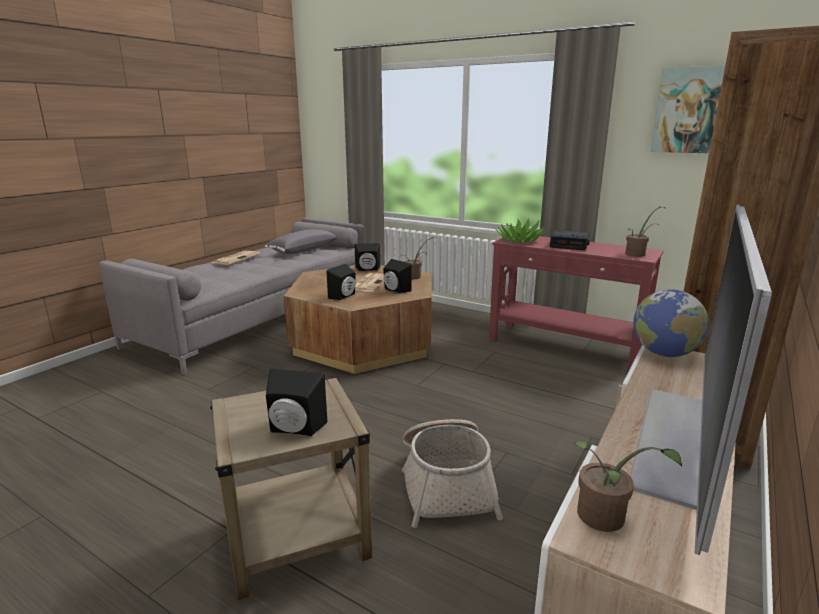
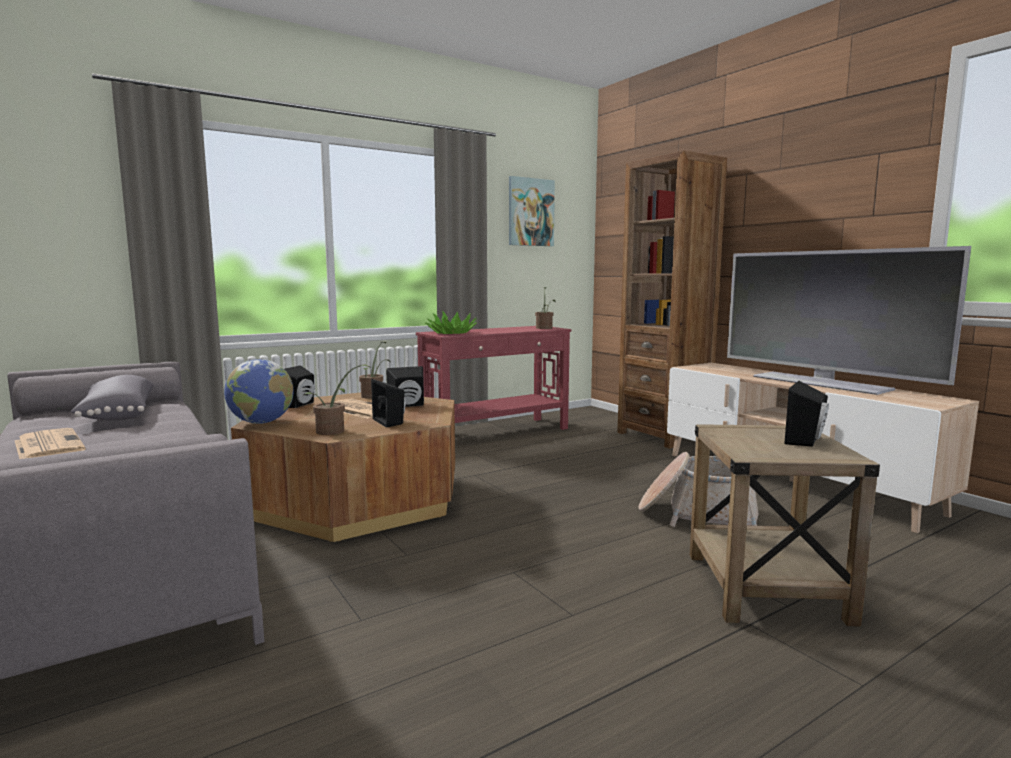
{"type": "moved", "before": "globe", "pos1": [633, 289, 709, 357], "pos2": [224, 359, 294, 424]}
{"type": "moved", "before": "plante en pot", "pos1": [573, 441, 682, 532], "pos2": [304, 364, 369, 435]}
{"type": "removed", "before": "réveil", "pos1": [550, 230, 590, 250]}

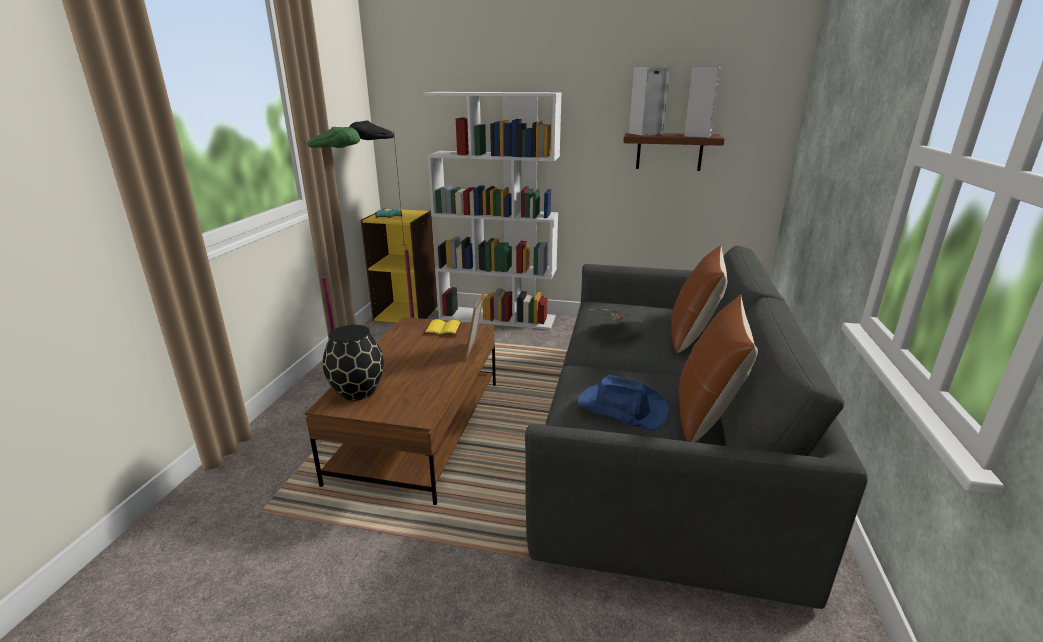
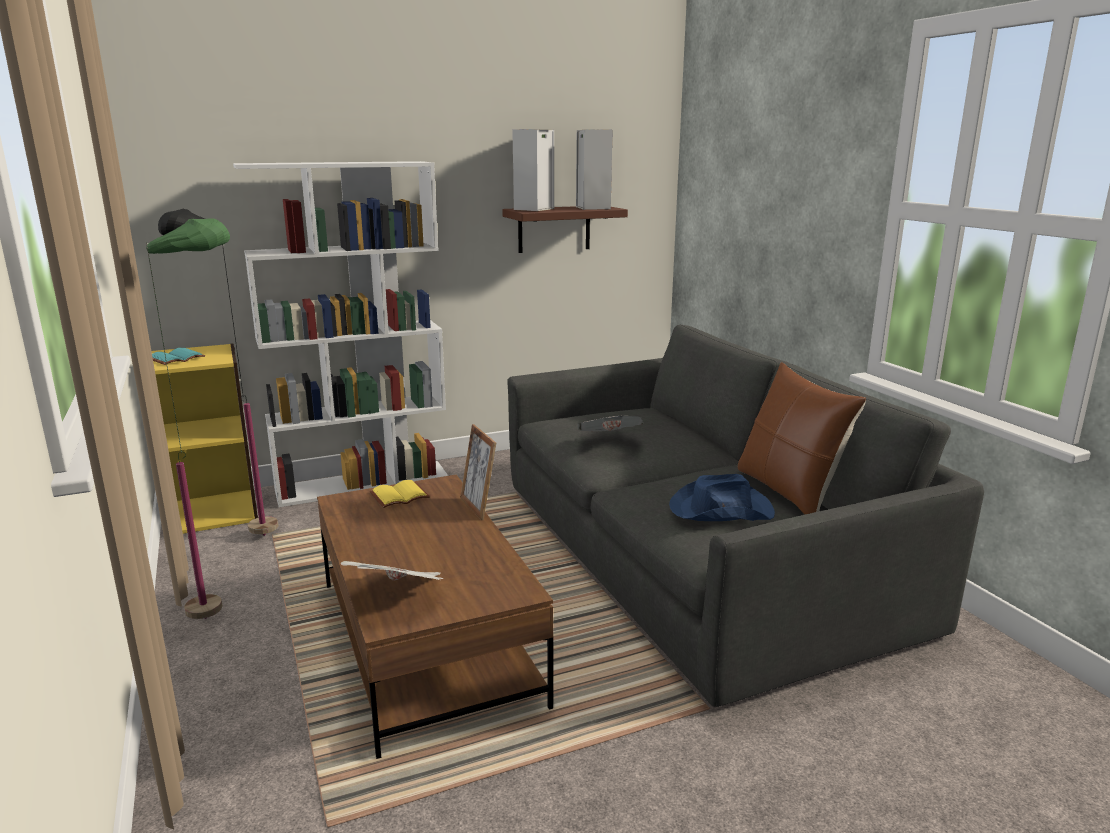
{"type": "replaced", "before": "vase/noir", "after": "journal", "pos1": [323, 325, 384, 401], "pos2": [341, 561, 443, 581]}
{"type": "removed", "before": "coussin/marron", "pos1": [671, 245, 727, 353]}

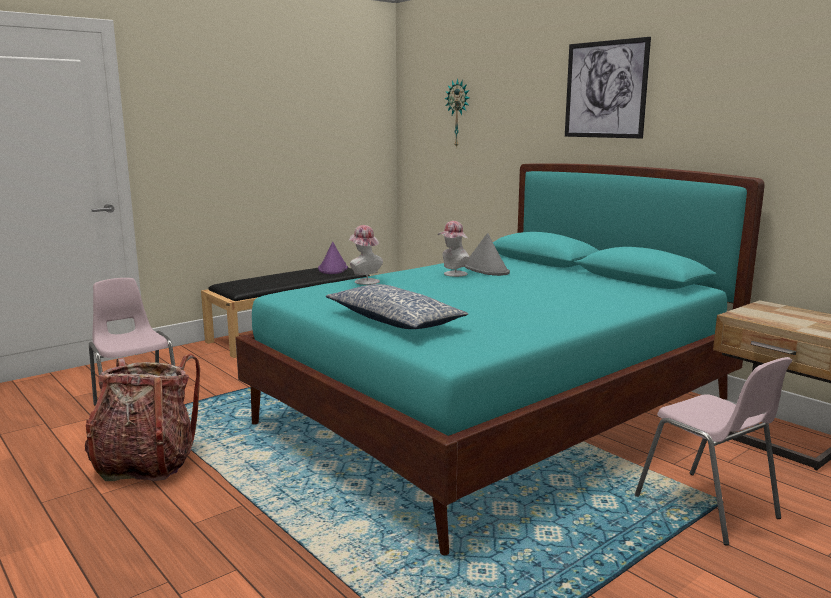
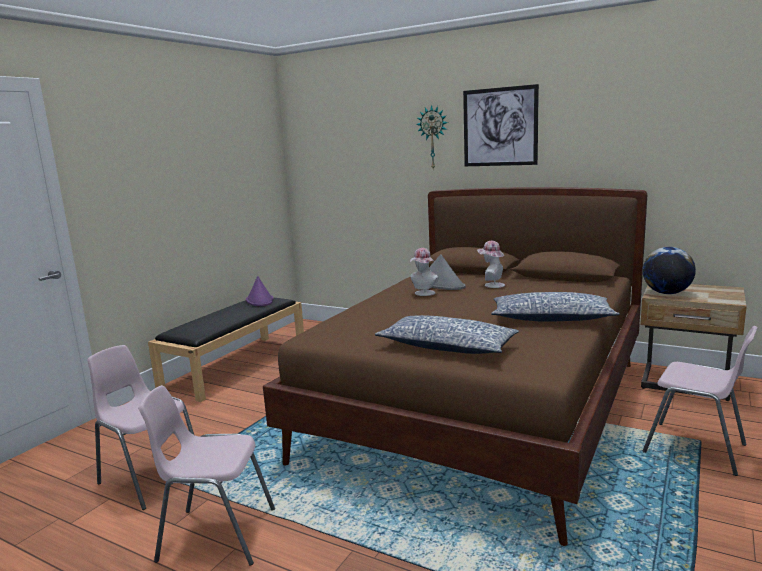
{"type": "replaced", "before": "sac à dos", "after": "chaise/rose", "pos1": [85, 353, 200, 481], "pos2": [138, 385, 275, 566]}
{"type": "recoloured", "before": "lit/turquoise", "after": "lit/marron", "pos1": [235, 164, 765, 555], "pos2": [263, 187, 647, 546]}
{"type": "moved", "before": "horloge murale", "pos1": [445, 78, 470, 148], "pos2": [416, 105, 448, 169]}
{"type": "moved", "before": "chapeau", "pos1": [349, 225, 383, 285], "pos2": [477, 241, 505, 288]}
{"type": "added", "after": "coussin", "pos2": [491, 292, 620, 322]}
{"type": "added", "after": "globe", "pos2": [643, 247, 696, 294]}

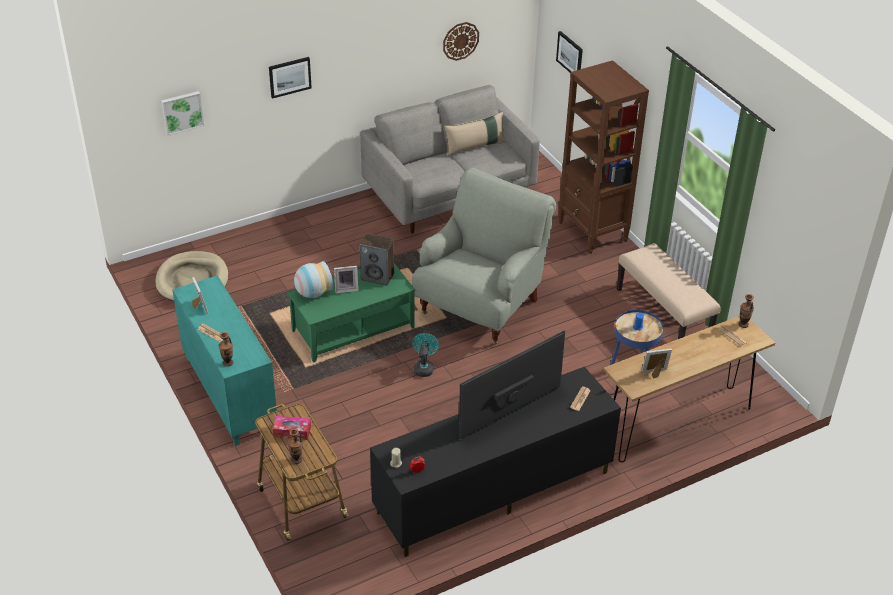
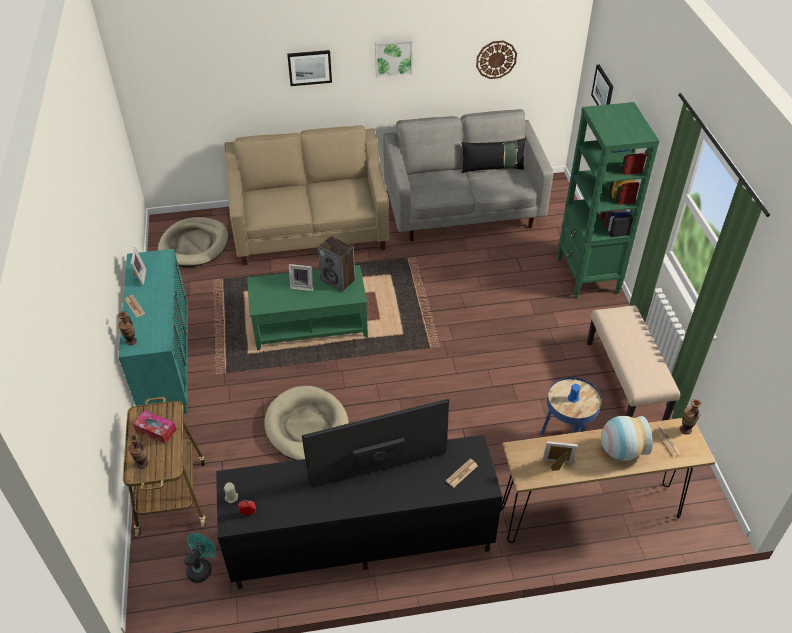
{"type": "moved", "before": "ventilateur/turquoise", "pos1": [412, 333, 439, 377], "pos2": [184, 533, 216, 583]}
{"type": "added", "after": "canapé/beige", "pos2": [224, 125, 389, 265]}
{"type": "added", "after": "panier pour chien/beige", "pos2": [264, 386, 349, 460]}
{"type": "moved", "before": "tableau", "pos1": [161, 91, 204, 136], "pos2": [375, 39, 413, 78]}
{"type": "recoloured", "before": "coussin/beige", "after": "coussin/noir", "pos1": [444, 112, 506, 157], "pos2": [462, 138, 526, 173]}
{"type": "recoloured", "before": "bibliothèque/marron", "after": "bibliothèque/vert", "pos1": [558, 60, 649, 254], "pos2": [557, 102, 659, 299]}
{"type": "moved", "before": "vase", "pos1": [294, 261, 333, 298], "pos2": [601, 416, 653, 461]}
{"type": "removed", "before": "fauteuil/gris", "pos1": [412, 168, 556, 344]}

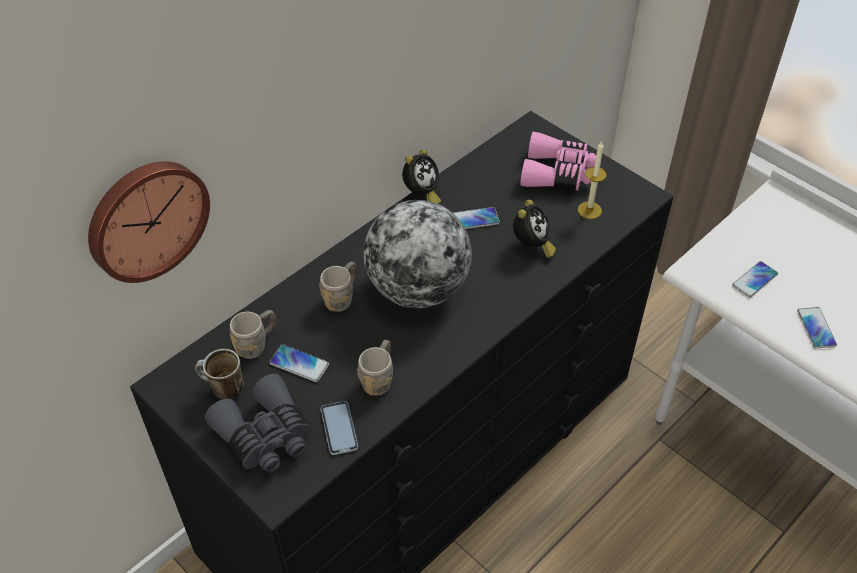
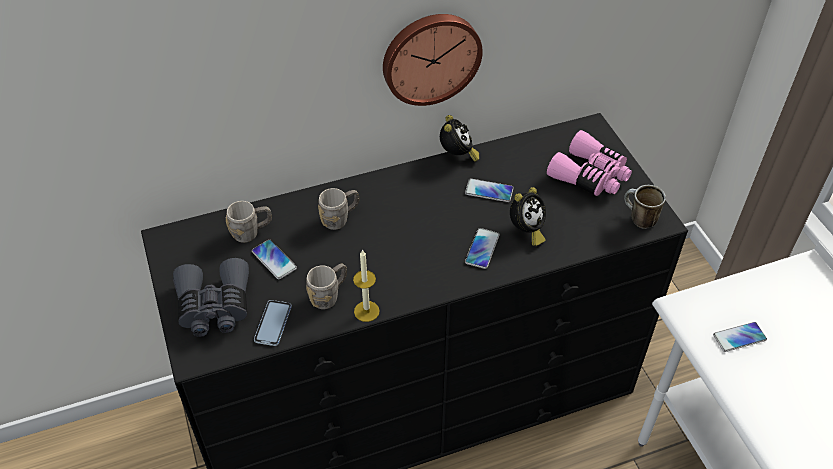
{"type": "moved", "before": "bougie", "pos1": [578, 141, 607, 219], "pos2": [353, 250, 380, 322]}
{"type": "moved", "before": "horloge murale", "pos1": [88, 161, 210, 283], "pos2": [383, 14, 483, 106]}
{"type": "turned", "before": "réveil", "pos1": [402, 149, 441, 204], "pos2": [440, 115, 479, 162], "turn": -60}
{"type": "moved", "before": "téléphone", "pos1": [797, 307, 837, 349], "pos2": [465, 228, 500, 269]}
{"type": "moved", "before": "mug", "pos1": [195, 349, 244, 399], "pos2": [624, 185, 666, 229]}
{"type": "removed", "before": "globe", "pos1": [363, 200, 472, 308]}

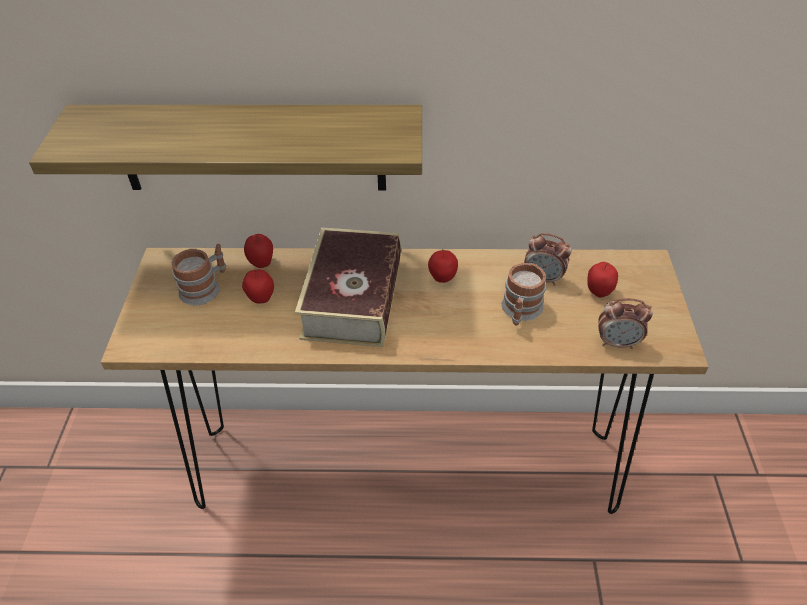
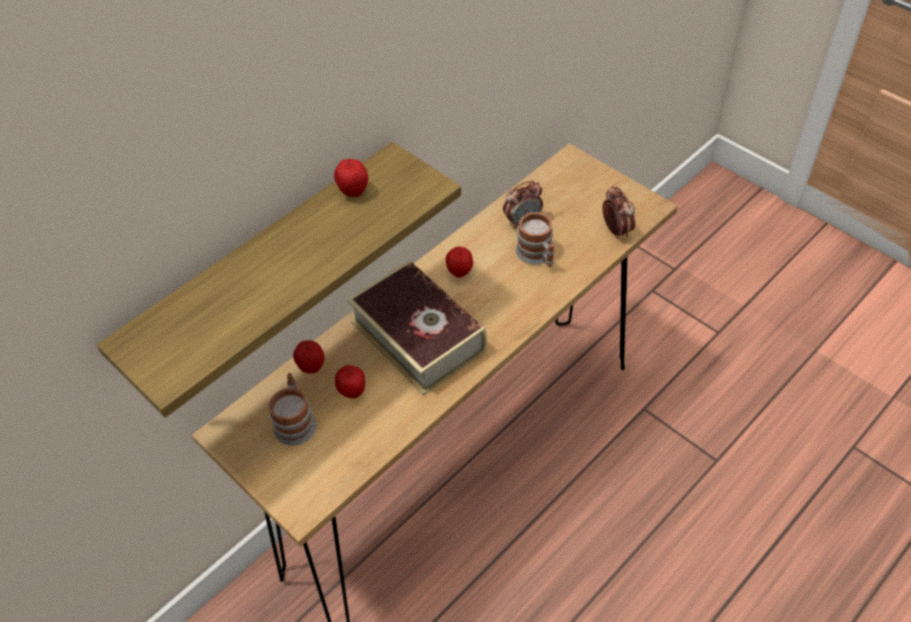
{"type": "moved", "before": "pomme", "pos1": [587, 262, 618, 298], "pos2": [334, 159, 368, 197]}
{"type": "turned", "before": "réveil", "pos1": [598, 298, 653, 349], "pos2": [602, 185, 636, 239], "turn": -75}

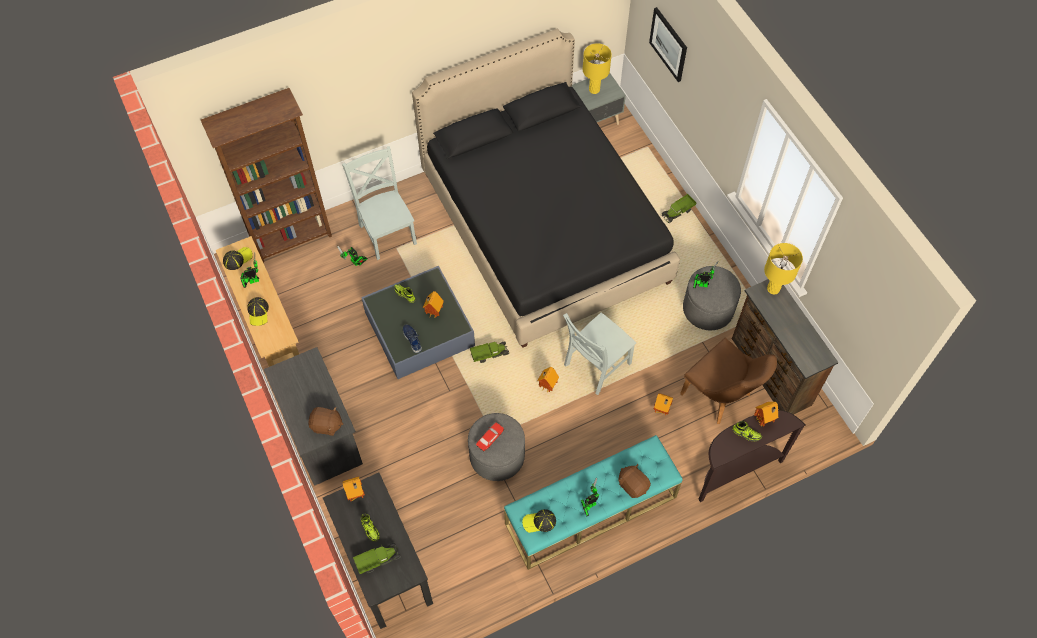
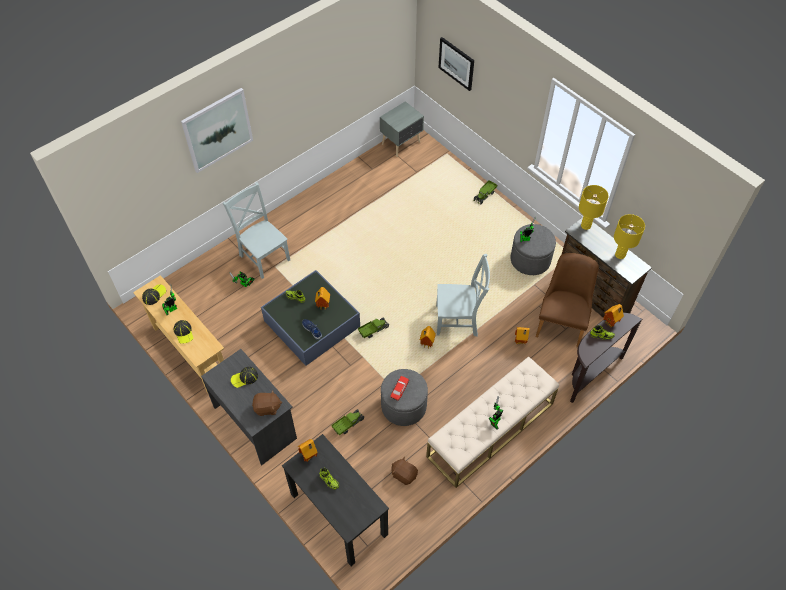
{"type": "added", "after": "tableau", "pos2": [181, 88, 253, 173]}
{"type": "moved", "before": "casquette", "pos1": [522, 509, 556, 533], "pos2": [231, 367, 258, 388]}
{"type": "moved", "before": "camion jouet", "pos1": [353, 543, 401, 574], "pos2": [332, 409, 364, 435]}
{"type": "moved", "before": "peluche/marron", "pos1": [619, 464, 651, 498], "pos2": [392, 457, 418, 485]}
{"type": "recoloured", "before": "banc/turquoise", "after": "banc/beige", "pos1": [504, 435, 683, 570], "pos2": [426, 357, 559, 488]}
{"type": "turned", "before": "chaise/gris", "pos1": [563, 313, 636, 395], "pos2": [436, 254, 490, 337], "turn": -120}
{"type": "turned", "before": "chaise/marron", "pos1": [680, 338, 777, 424], "pos2": [536, 253, 599, 348], "turn": -105}
{"type": "moved", "before": "lampe de table/jaune", "pos1": [583, 43, 612, 94], "pos2": [614, 214, 645, 259]}
{"type": "removed", "before": "bibliothèque/marron", "pos1": [201, 88, 332, 263]}
{"type": "removed", "before": "lit/noir", "pos1": [412, 29, 680, 348]}

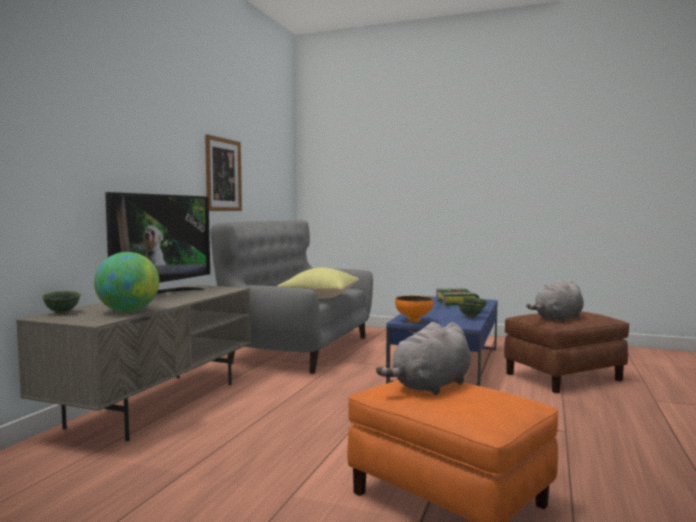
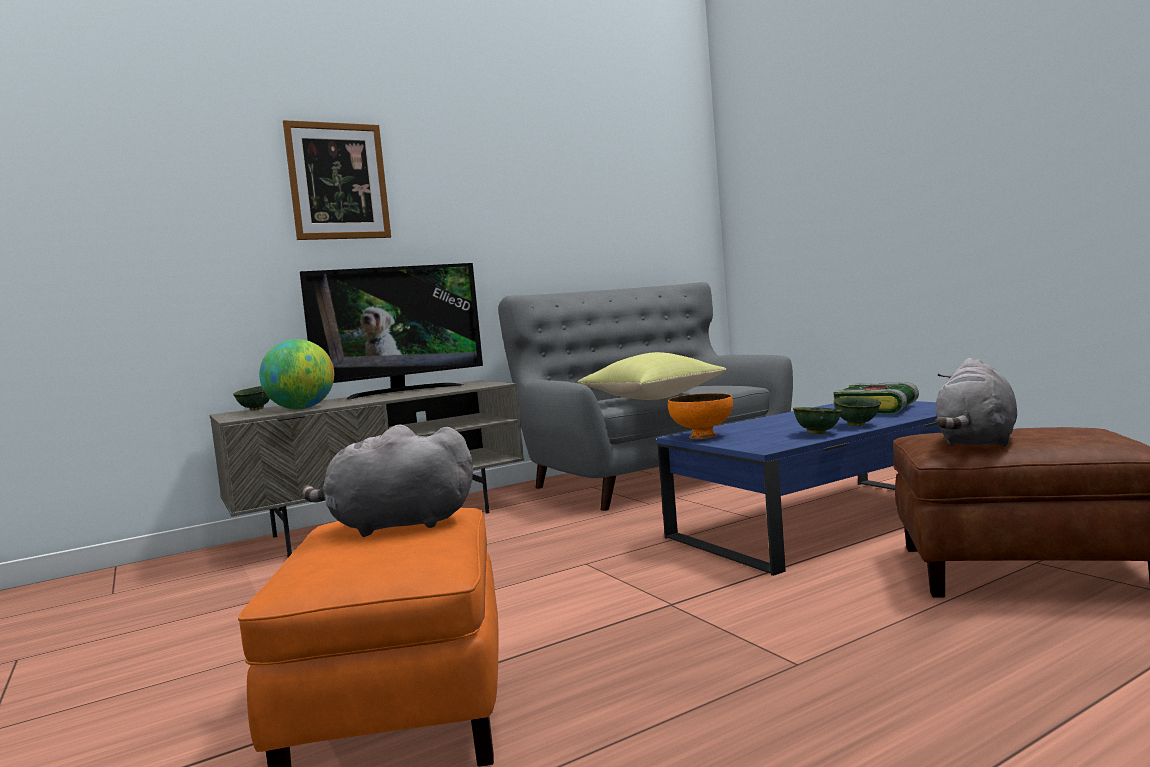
{"type": "moved", "before": "tableau", "pos1": [205, 134, 242, 211], "pos2": [283, 120, 391, 240]}
{"type": "turned", "before": "peluche/gris", "pos1": [526, 280, 584, 322], "pos2": [935, 358, 1017, 447], "turn": -60}

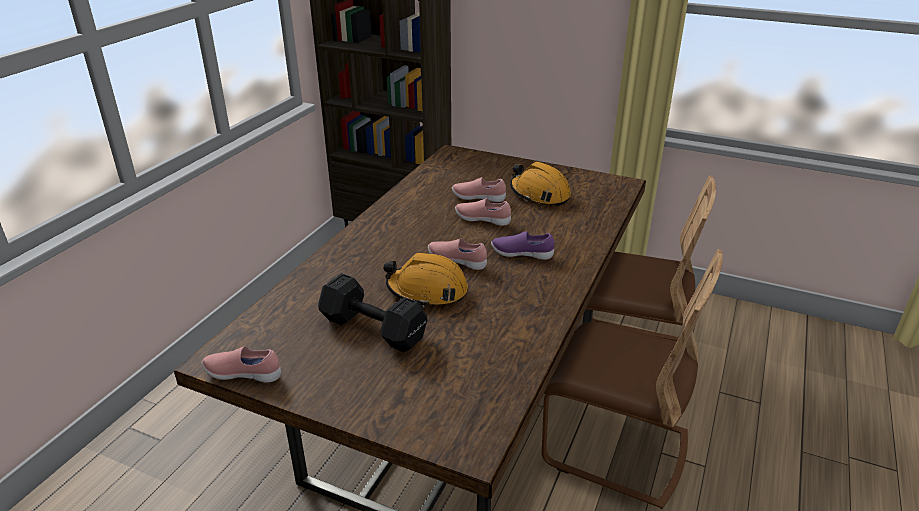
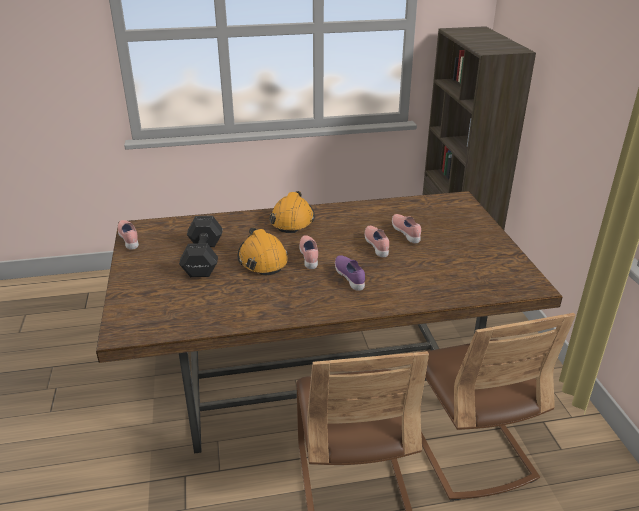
{"type": "moved", "before": "casque de chantier/orange", "pos1": [510, 162, 571, 206], "pos2": [269, 191, 315, 233]}

